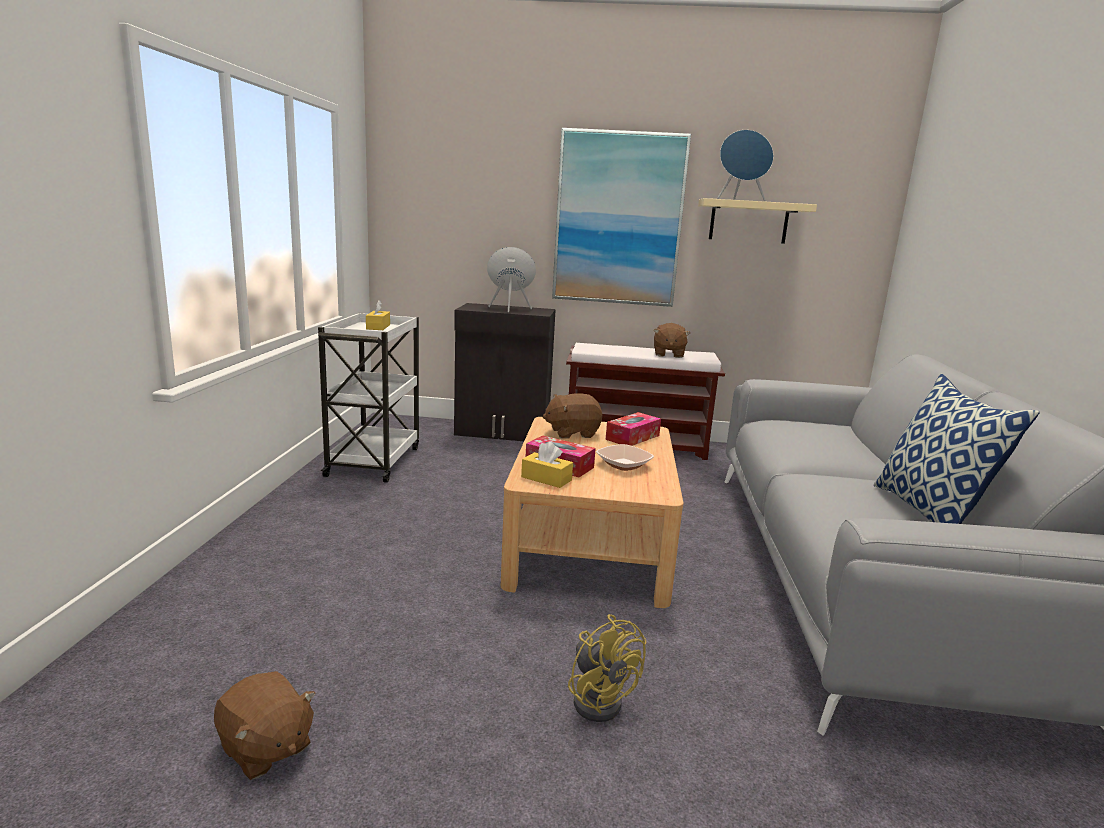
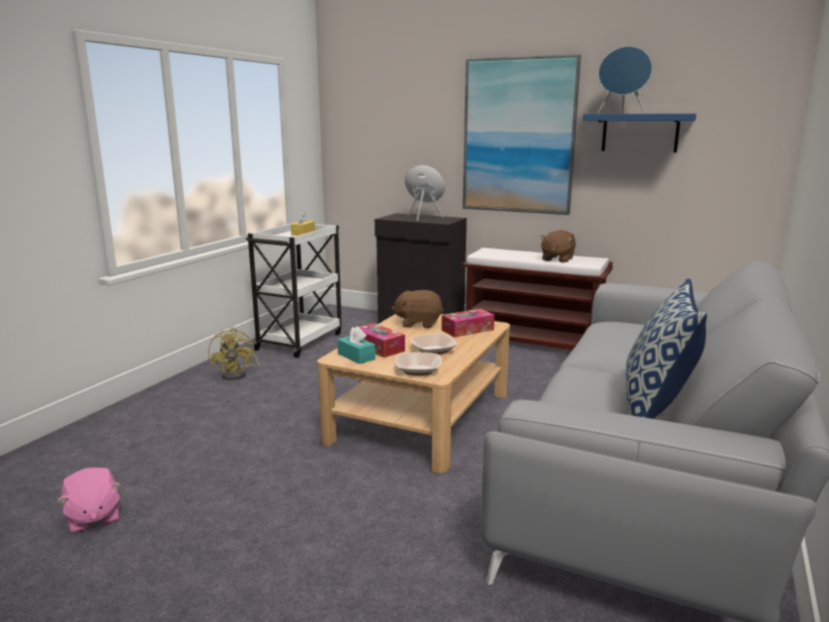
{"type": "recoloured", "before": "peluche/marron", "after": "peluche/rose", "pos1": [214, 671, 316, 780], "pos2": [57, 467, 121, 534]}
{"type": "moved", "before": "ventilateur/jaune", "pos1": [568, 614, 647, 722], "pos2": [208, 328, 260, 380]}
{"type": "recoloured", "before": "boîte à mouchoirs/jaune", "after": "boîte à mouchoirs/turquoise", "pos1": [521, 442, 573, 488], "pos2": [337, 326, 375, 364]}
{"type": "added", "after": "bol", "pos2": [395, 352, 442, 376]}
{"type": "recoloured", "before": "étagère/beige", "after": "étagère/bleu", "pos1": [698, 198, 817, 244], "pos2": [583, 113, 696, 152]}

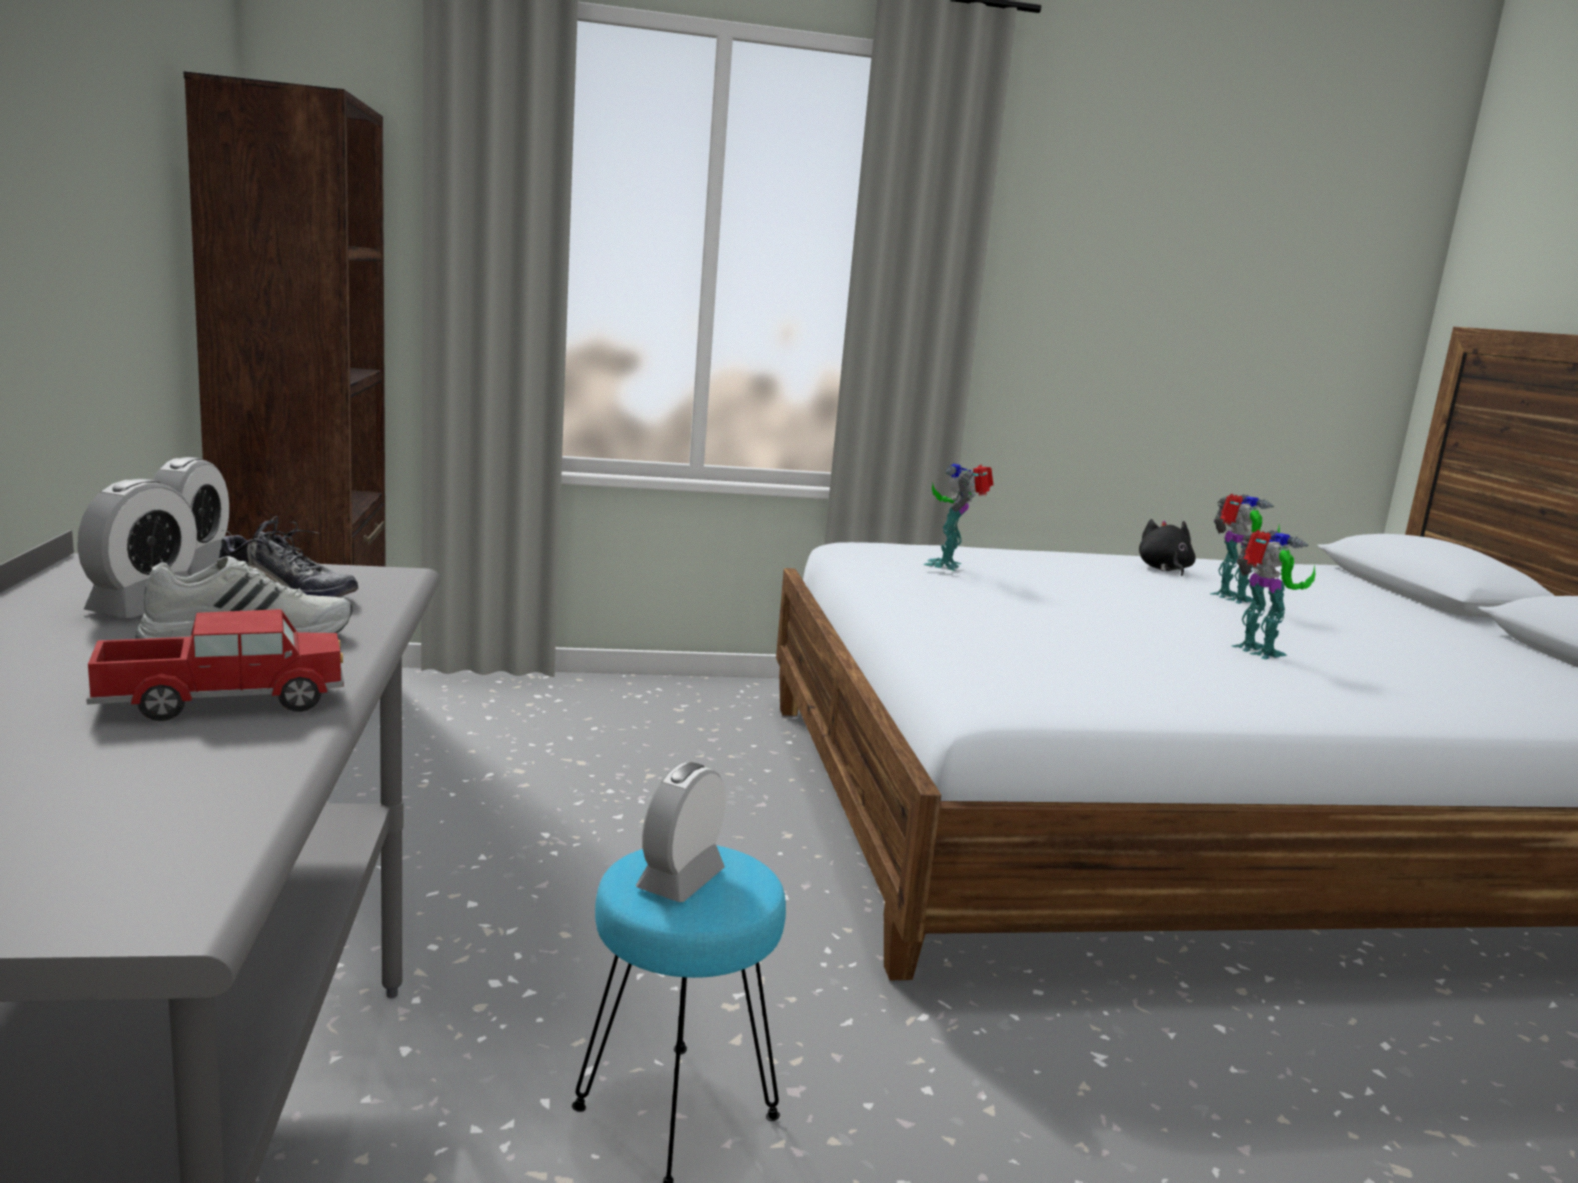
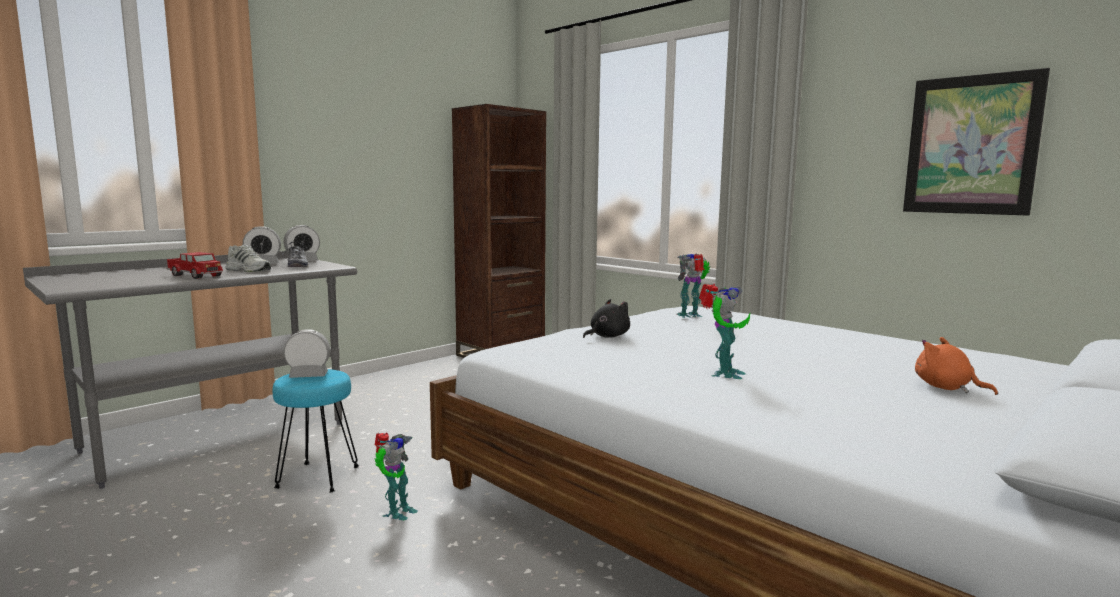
{"type": "moved", "before": "robot jouet", "pos1": [1209, 494, 1280, 604], "pos2": [374, 432, 418, 521]}
{"type": "moved", "before": "peluche/noir", "pos1": [1139, 519, 1196, 576], "pos2": [583, 299, 630, 338]}
{"type": "added", "after": "tableau", "pos2": [903, 68, 1050, 216]}
{"type": "added", "after": "peluche/orange", "pos2": [915, 337, 998, 395]}

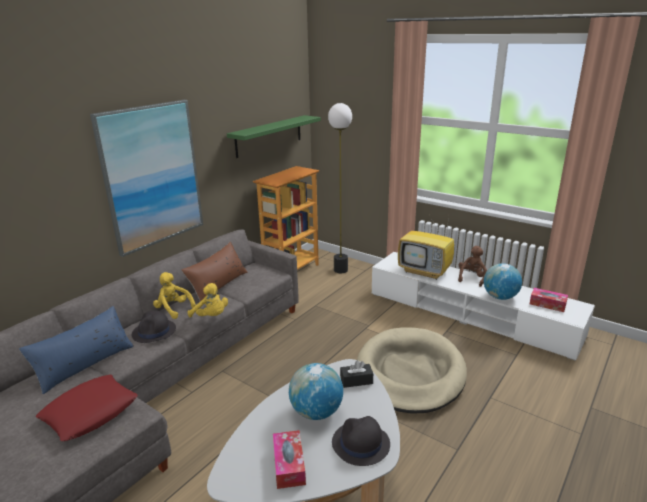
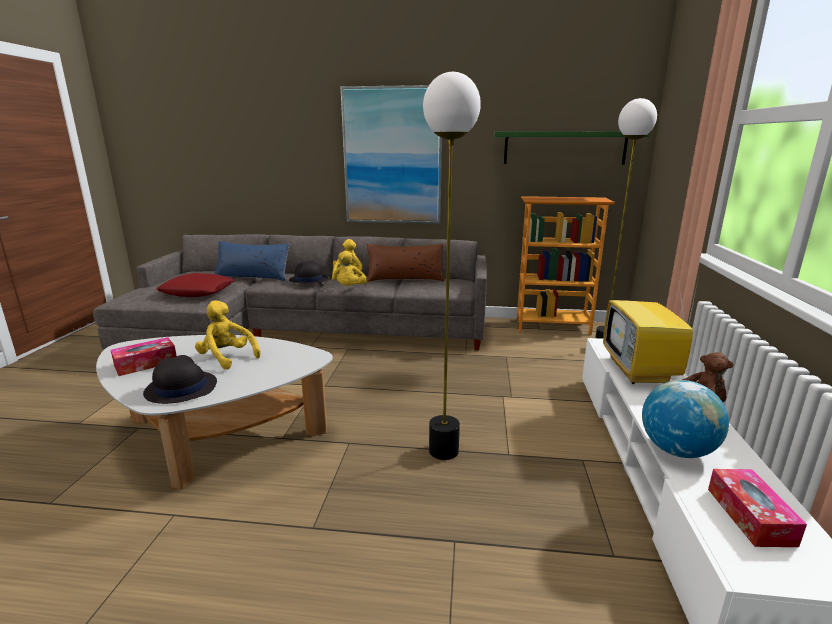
{"type": "replaced", "before": "globe", "after": "peluche/jaune", "pos1": [289, 363, 343, 420], "pos2": [195, 300, 261, 369]}
{"type": "replaced", "before": "panier pour chien/beige", "after": "lampadaire", "pos1": [357, 327, 467, 414], "pos2": [423, 72, 481, 460]}
{"type": "removed", "before": "boîte à mouchoirs/noir", "pos1": [340, 360, 373, 388]}

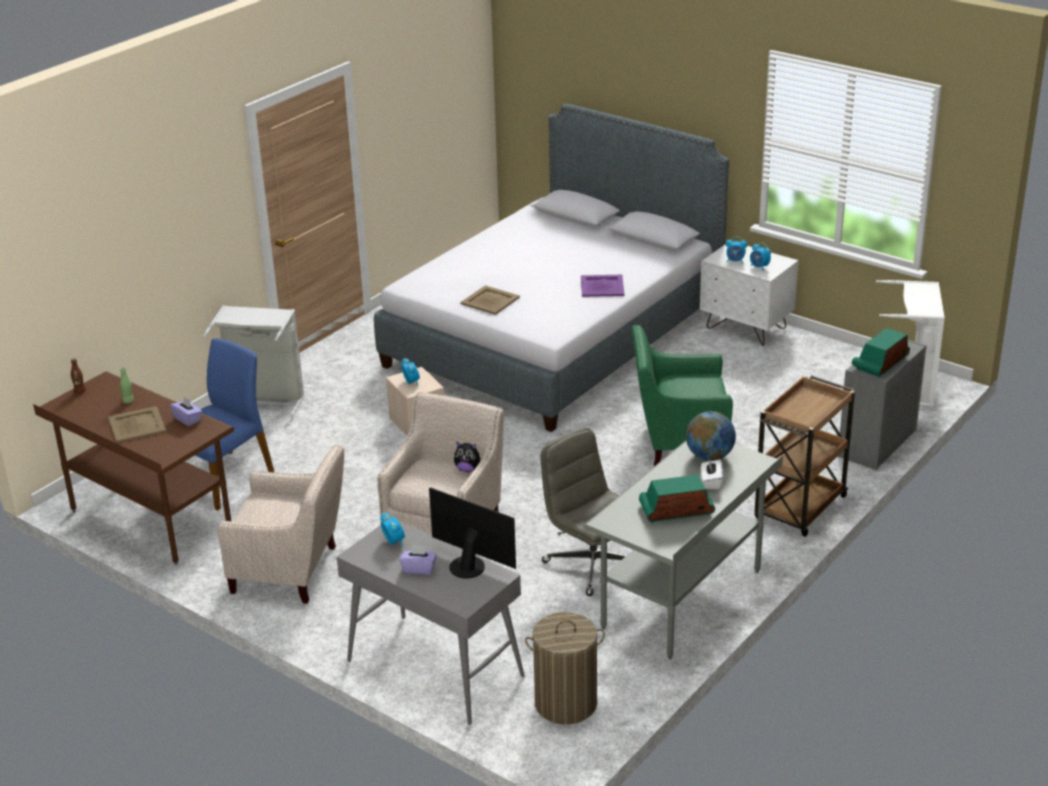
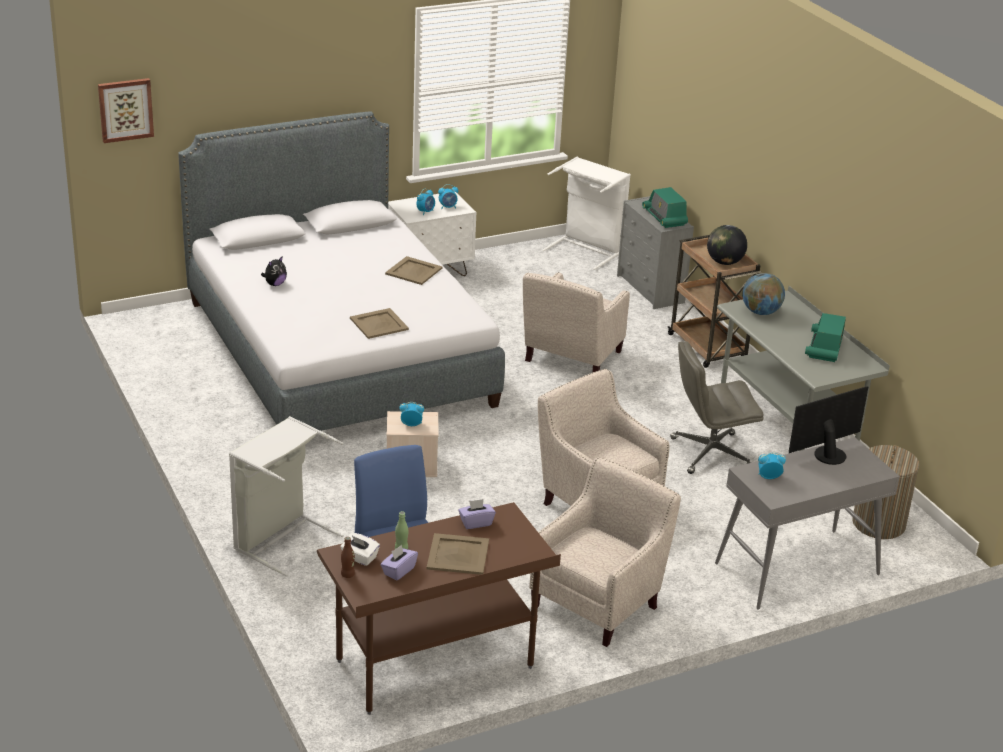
{"type": "added", "after": "tableau", "pos2": [98, 78, 154, 143]}
{"type": "moved", "before": "peluche", "pos1": [454, 442, 481, 472], "pos2": [261, 257, 287, 286]}
{"type": "moved", "before": "boîte à mouchoirs/blanc", "pos1": [701, 459, 723, 489], "pos2": [340, 533, 380, 566]}
{"type": "moved", "before": "boîte à mouchoirs/violet", "pos1": [399, 545, 437, 575], "pos2": [380, 545, 418, 580]}
{"type": "recoloured", "before": "plateau/violet", "after": "plateau/beige", "pos1": [581, 275, 624, 297], "pos2": [385, 256, 443, 285]}
{"type": "recoloured", "before": "fauteuil/vert", "after": "fauteuil/beige", "pos1": [631, 325, 733, 466], "pos2": [523, 272, 630, 373]}
{"type": "added", "after": "globe", "pos2": [707, 225, 747, 265]}

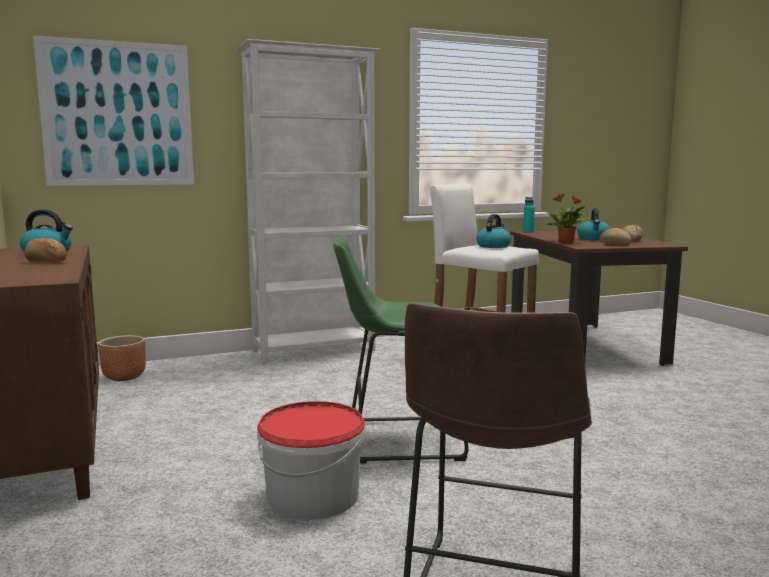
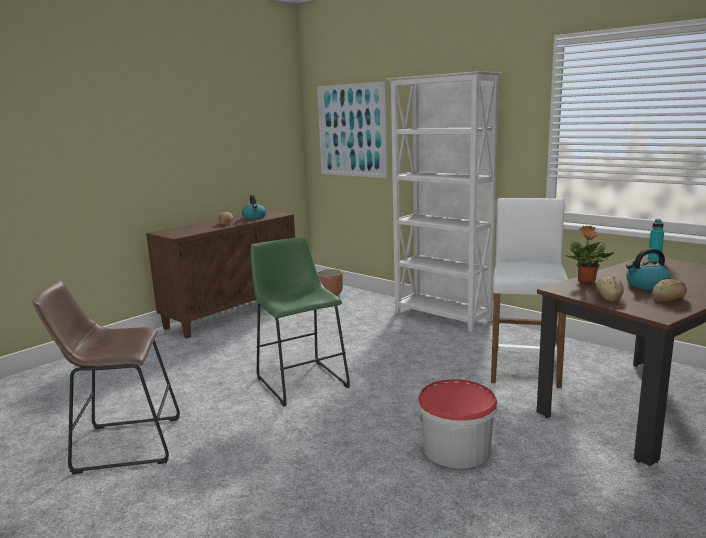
{"type": "moved", "before": "seau", "pos1": [257, 401, 366, 520], "pos2": [418, 379, 498, 469]}
{"type": "removed", "before": "bouilloire", "pos1": [477, 214, 511, 248]}

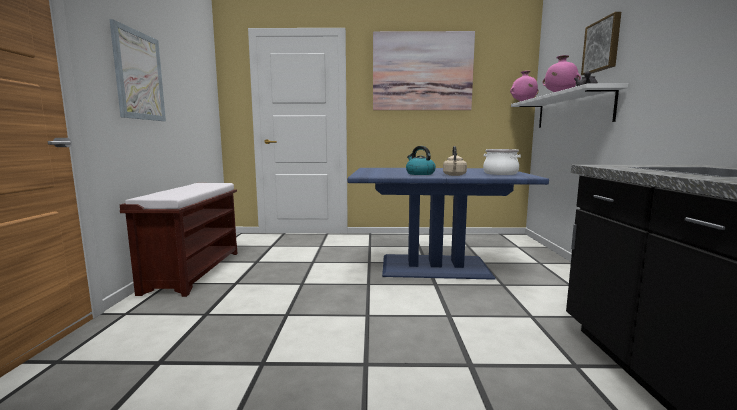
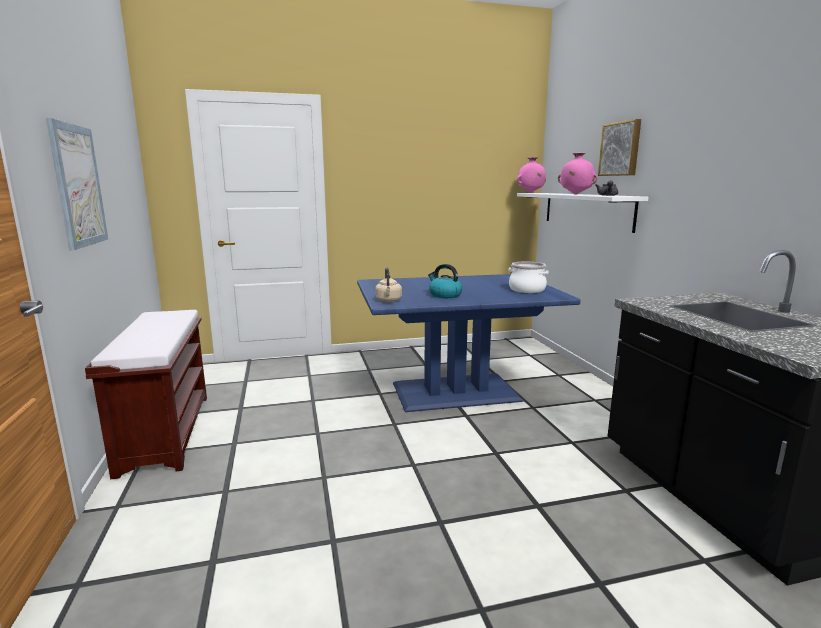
{"type": "moved", "before": "bouilloire/beige", "pos1": [443, 146, 467, 176], "pos2": [375, 267, 402, 302]}
{"type": "removed", "before": "tableau", "pos1": [373, 31, 475, 110]}

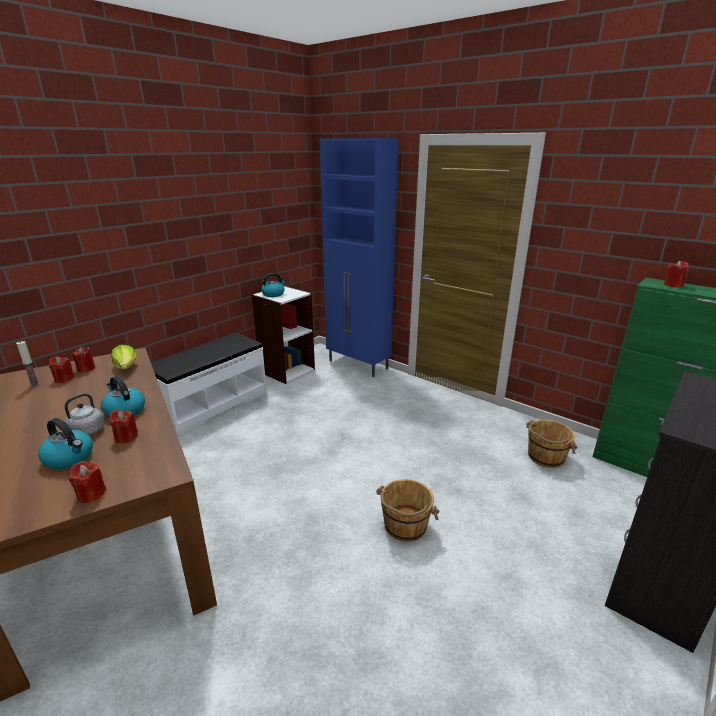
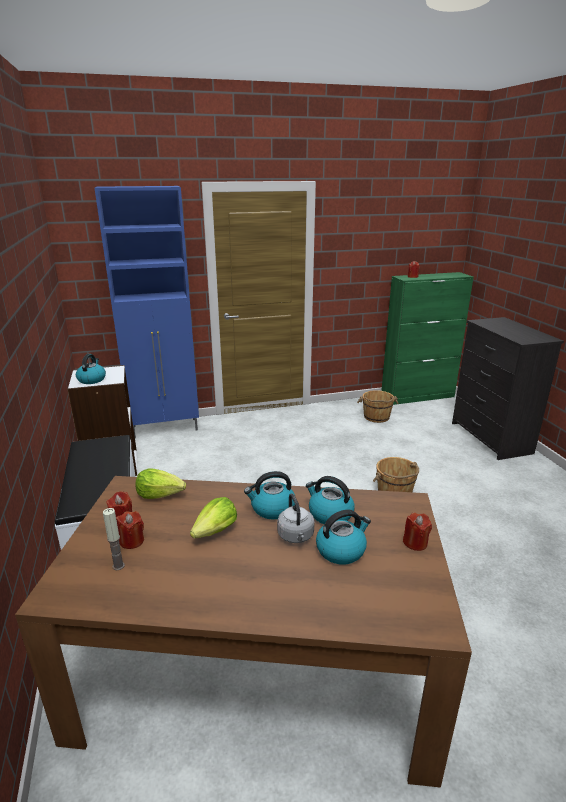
{"type": "added", "after": "laitue", "pos2": [190, 497, 237, 538]}
{"type": "replaced", "before": "bougie/rouge", "after": "bouilloire", "pos1": [109, 410, 138, 443], "pos2": [306, 476, 355, 524]}

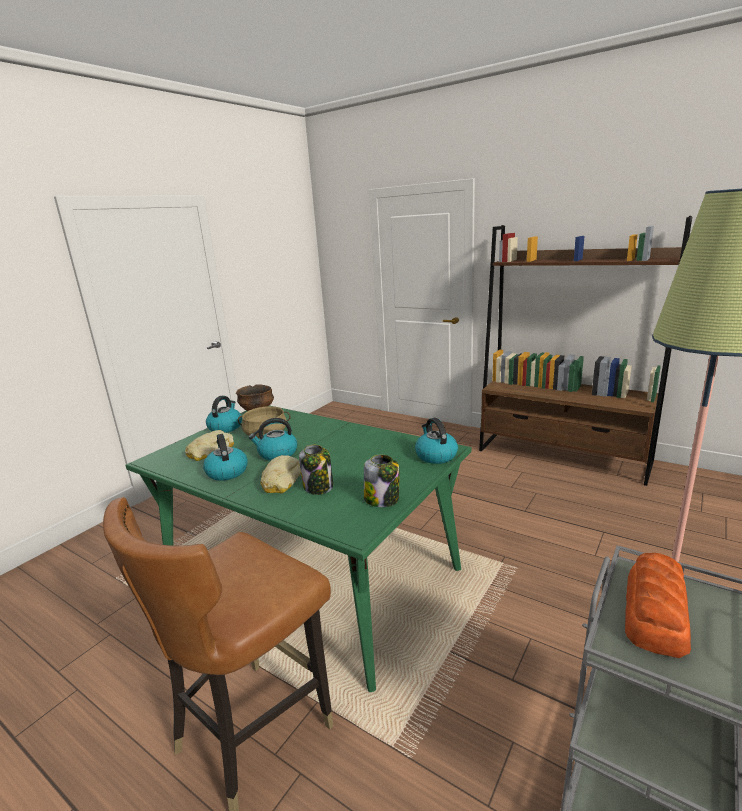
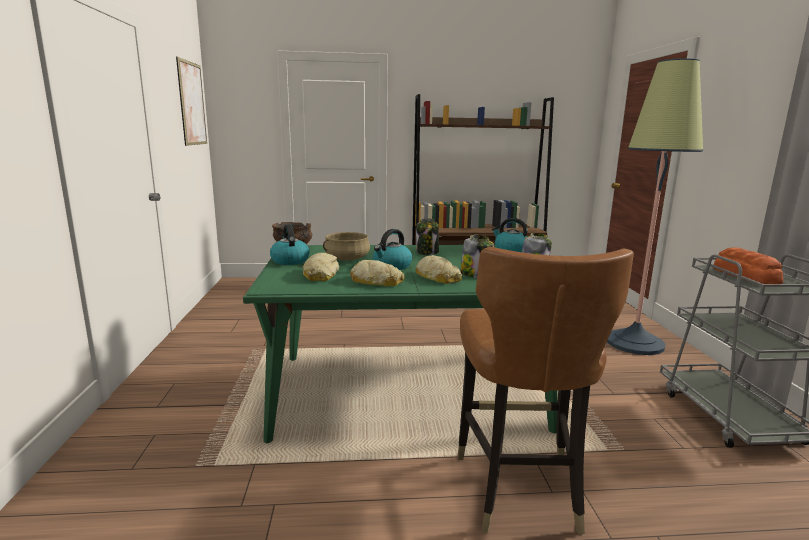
{"type": "added", "after": "tableau", "pos2": [176, 57, 207, 146]}
{"type": "replaced", "before": "bouilloire", "after": "pain", "pos1": [203, 434, 248, 481], "pos2": [350, 260, 404, 286]}
{"type": "added", "after": "bocal", "pos2": [416, 218, 439, 255]}

